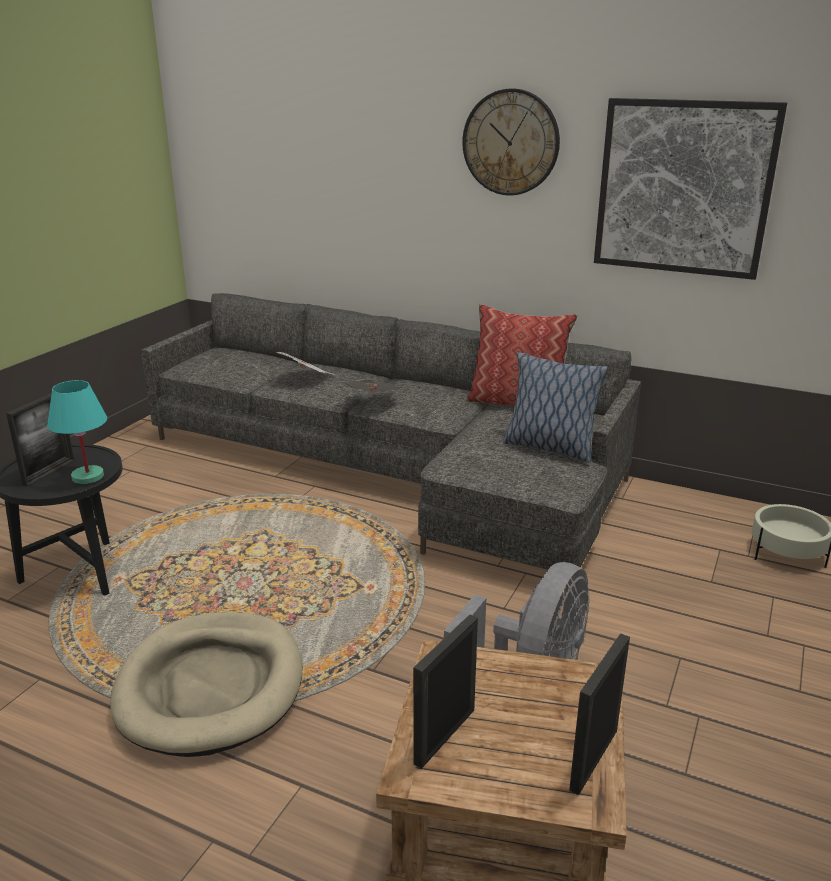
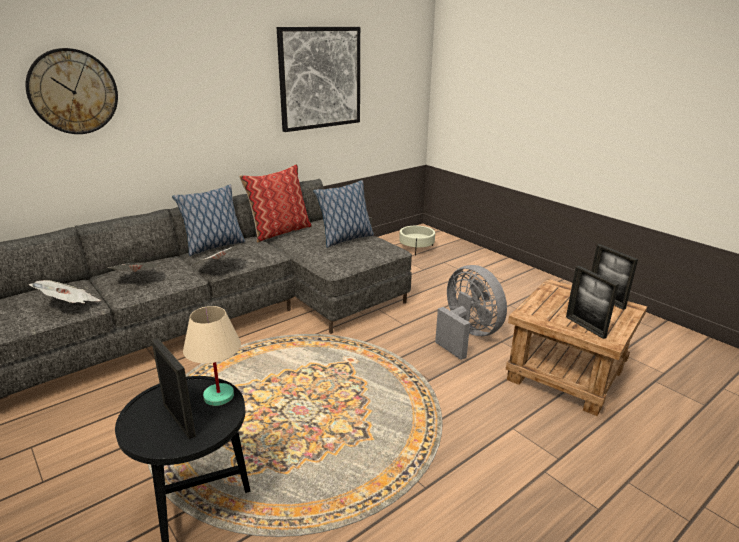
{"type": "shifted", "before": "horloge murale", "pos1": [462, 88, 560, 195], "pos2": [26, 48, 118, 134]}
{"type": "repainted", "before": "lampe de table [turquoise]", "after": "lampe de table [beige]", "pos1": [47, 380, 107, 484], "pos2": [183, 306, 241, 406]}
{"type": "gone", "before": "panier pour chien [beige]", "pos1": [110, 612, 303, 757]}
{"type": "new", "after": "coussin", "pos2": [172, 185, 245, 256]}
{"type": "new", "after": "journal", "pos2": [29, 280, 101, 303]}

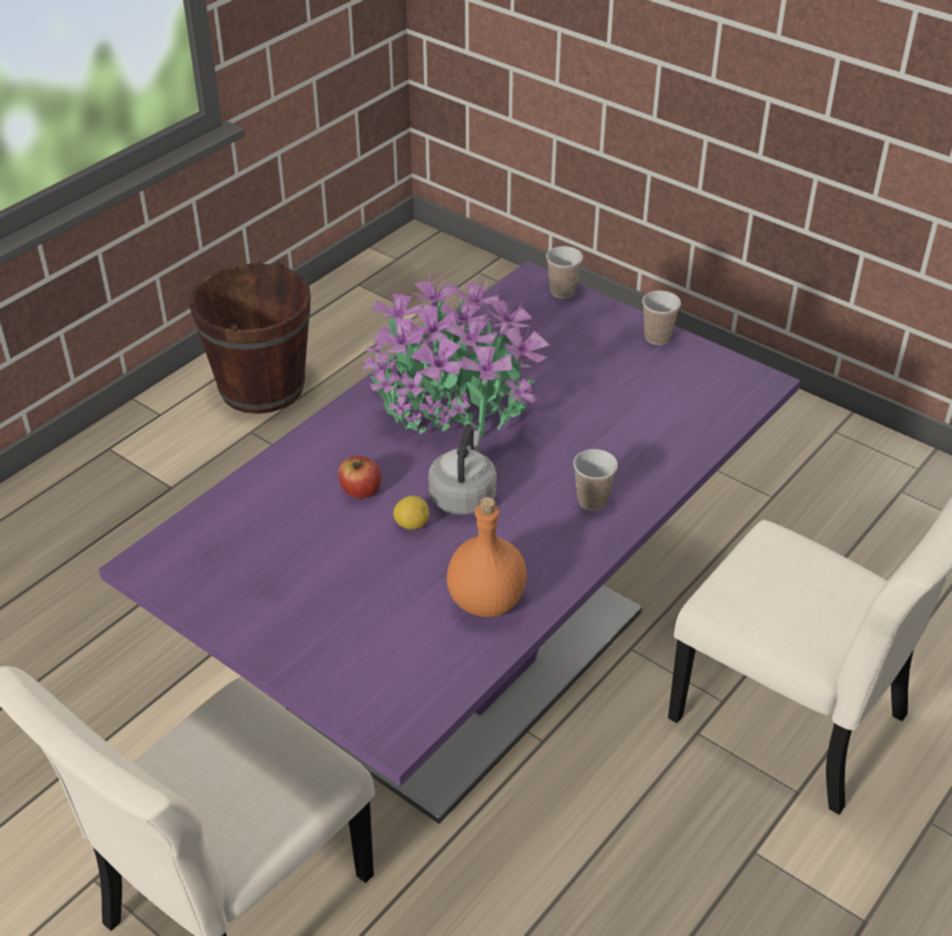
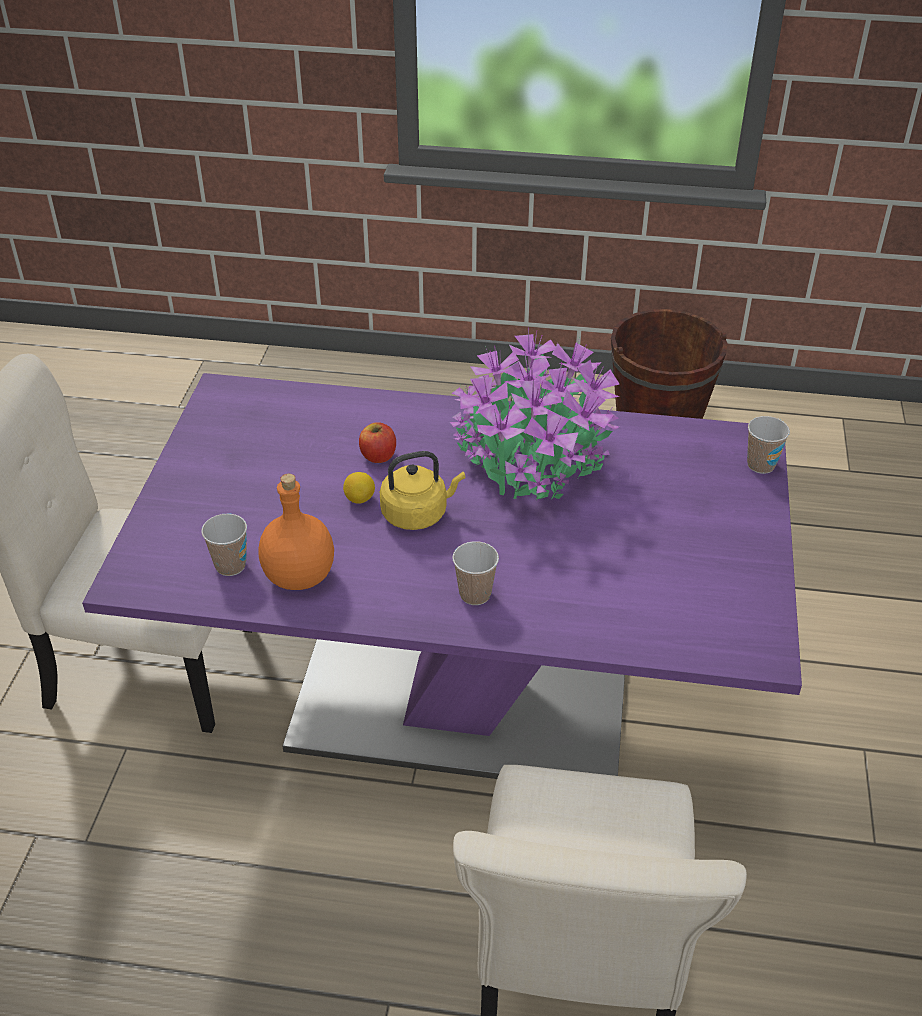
{"type": "shifted", "before": "tasse", "pos1": [642, 291, 681, 345], "pos2": [201, 514, 247, 576]}
{"type": "repainted", "before": "bouilloire [gris]", "after": "bouilloire [jaune]", "pos1": [428, 426, 497, 515], "pos2": [380, 451, 465, 530]}

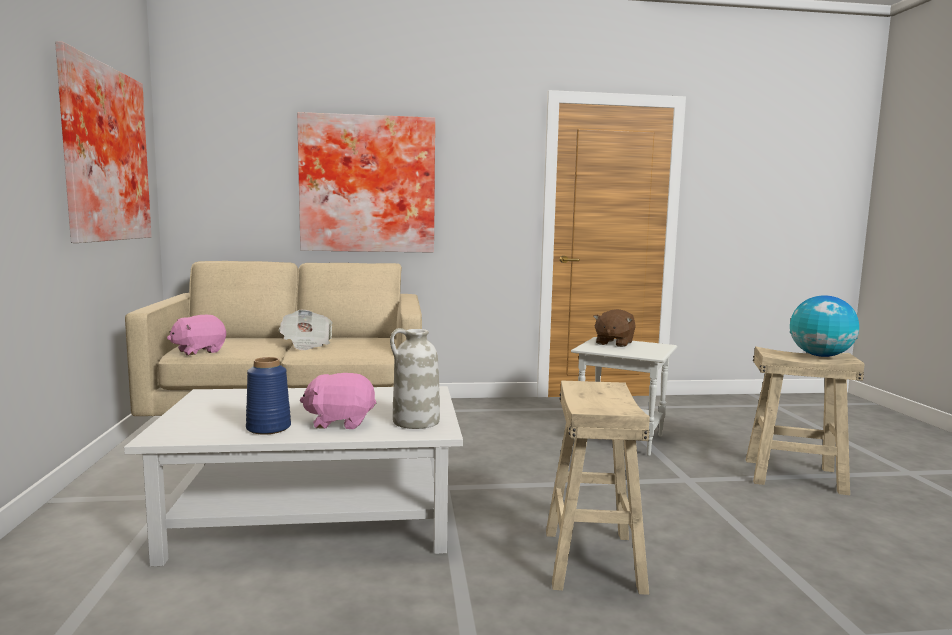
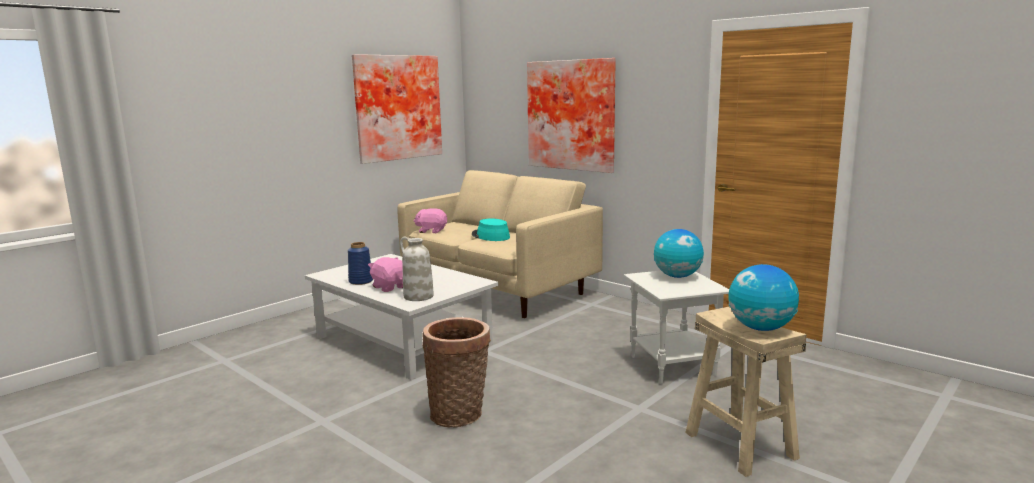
{"type": "swapped", "before": "peluche [marron]", "after": "globe", "pos1": [593, 309, 636, 347], "pos2": [654, 229, 704, 278]}
{"type": "swapped", "before": "journal", "after": "chapeau [turquoise]", "pos1": [278, 310, 333, 350], "pos2": [472, 218, 510, 241]}
{"type": "swapped", "before": "tabouret [beige]", "after": "panier", "pos1": [546, 381, 650, 595], "pos2": [422, 317, 491, 428]}

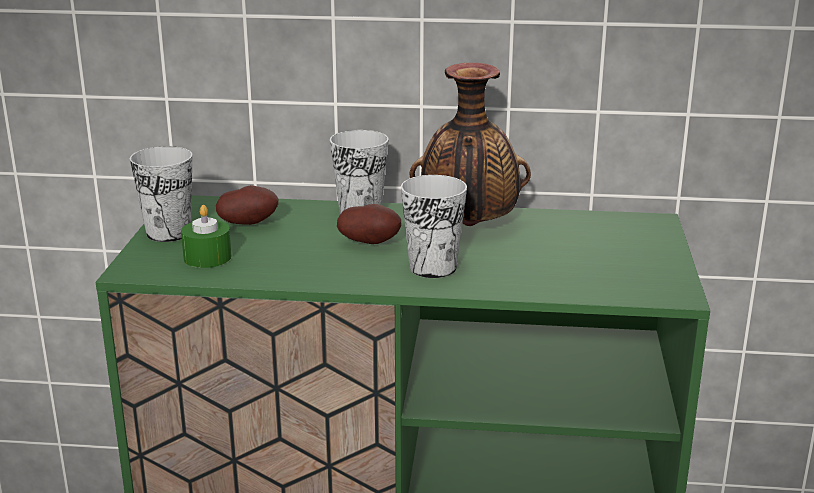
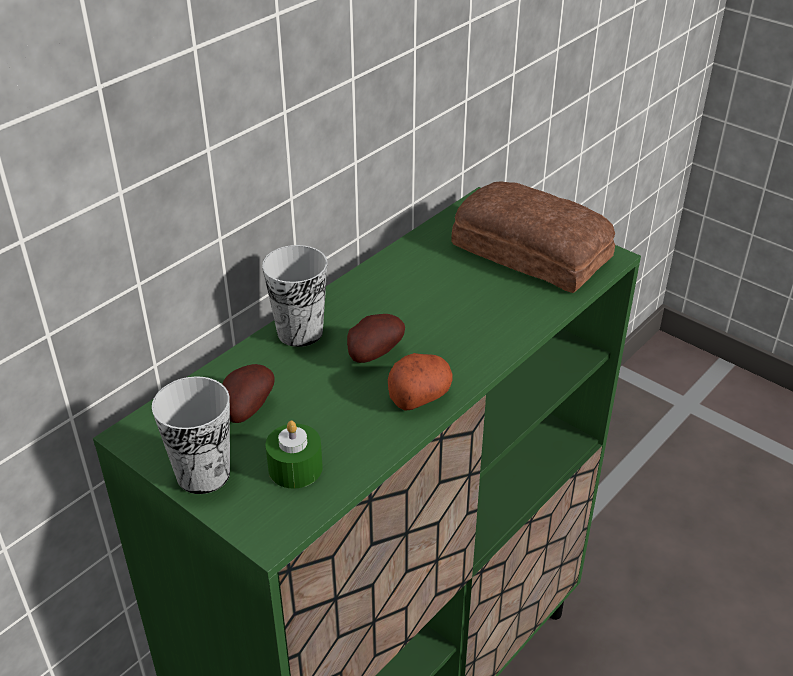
{"type": "gone", "before": "vase", "pos1": [410, 63, 531, 226]}
{"type": "gone", "before": "tasse", "pos1": [401, 175, 467, 278]}
{"type": "new", "after": "pain", "pos2": [451, 181, 615, 293]}
{"type": "new", "after": "pomme de terre", "pos2": [388, 353, 453, 411]}

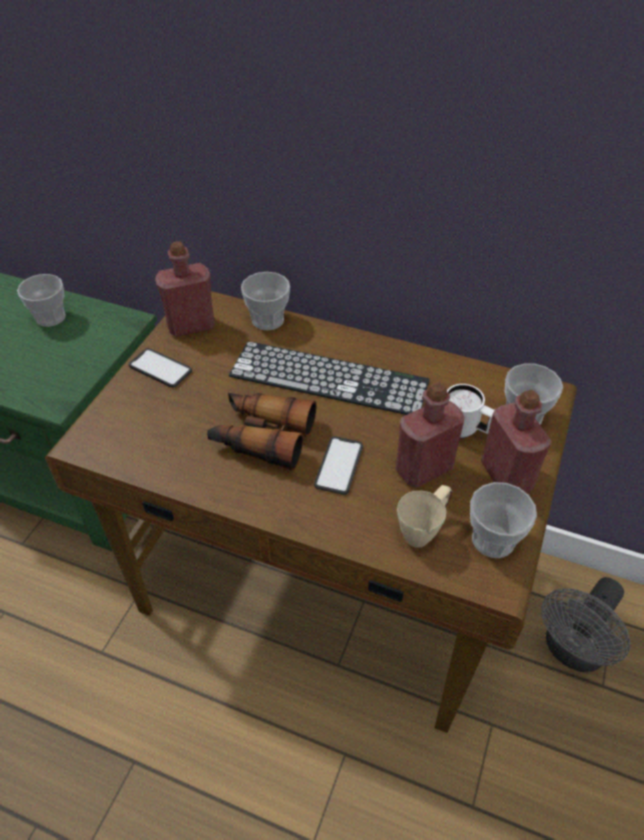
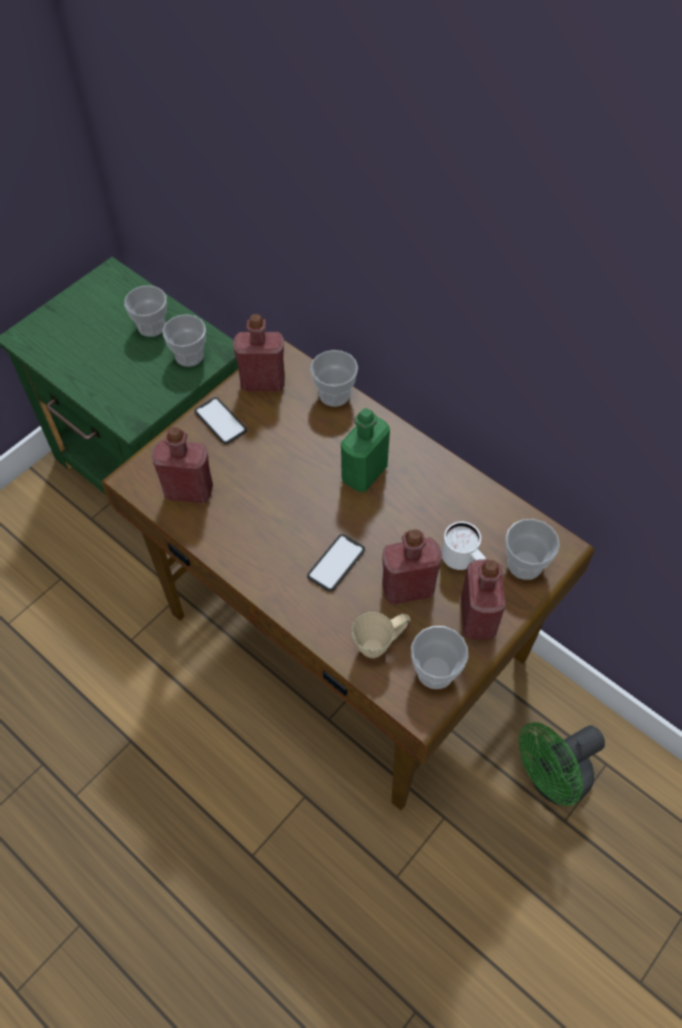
{"type": "swapped", "before": "clavier", "after": "bouteille [vert]", "pos1": [229, 341, 429, 415], "pos2": [341, 408, 390, 492]}
{"type": "gone", "before": "jumelles", "pos1": [207, 393, 316, 471]}
{"type": "repainted", "before": "ventilateur [gris]", "after": "ventilateur [vert]", "pos1": [541, 577, 630, 672], "pos2": [519, 722, 605, 806]}
{"type": "new", "after": "tasse", "pos2": [163, 314, 206, 367]}
{"type": "new", "after": "bouteille [rouge]", "pos2": [152, 427, 213, 504]}

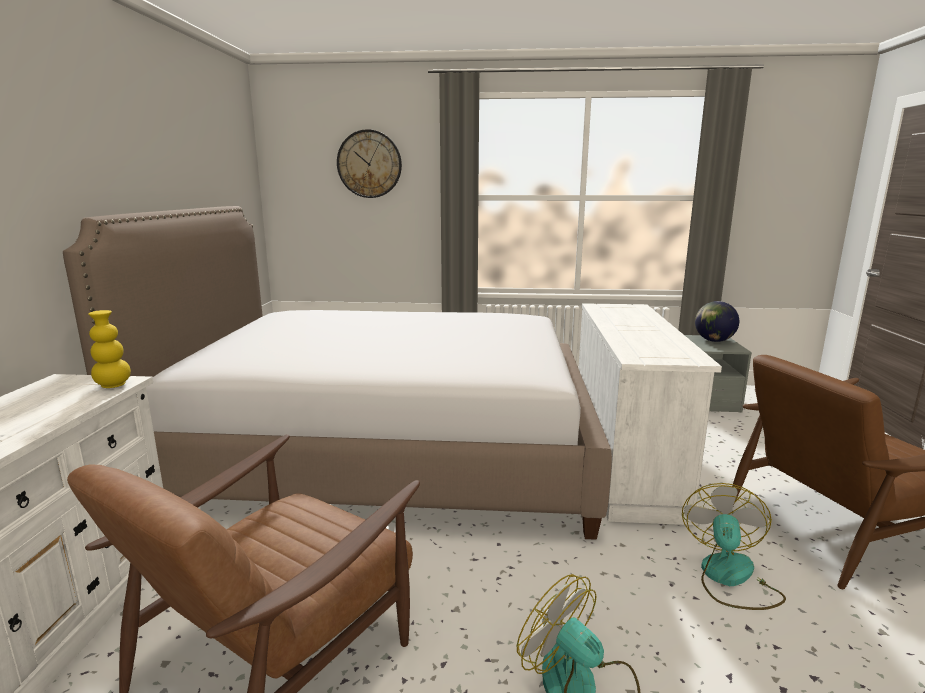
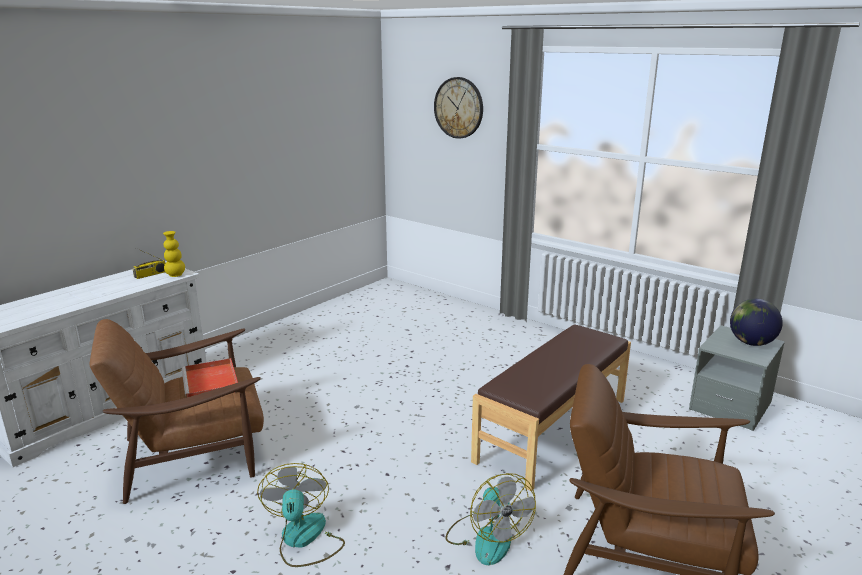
{"type": "gone", "before": "lit", "pos1": [63, 206, 612, 540]}
{"type": "swapped", "before": "commode [blanc]", "after": "banc [marron]", "pos1": [578, 303, 722, 525], "pos2": [471, 324, 631, 491]}
{"type": "rotated", "before": "ventilateur", "pos1": [682, 483, 786, 610], "pos2": [446, 473, 536, 565], "turn": 105}
{"type": "new", "after": "radio", "pos2": [132, 248, 165, 279]}
{"type": "new", "after": "plateau [rouge]", "pos2": [182, 358, 238, 397]}

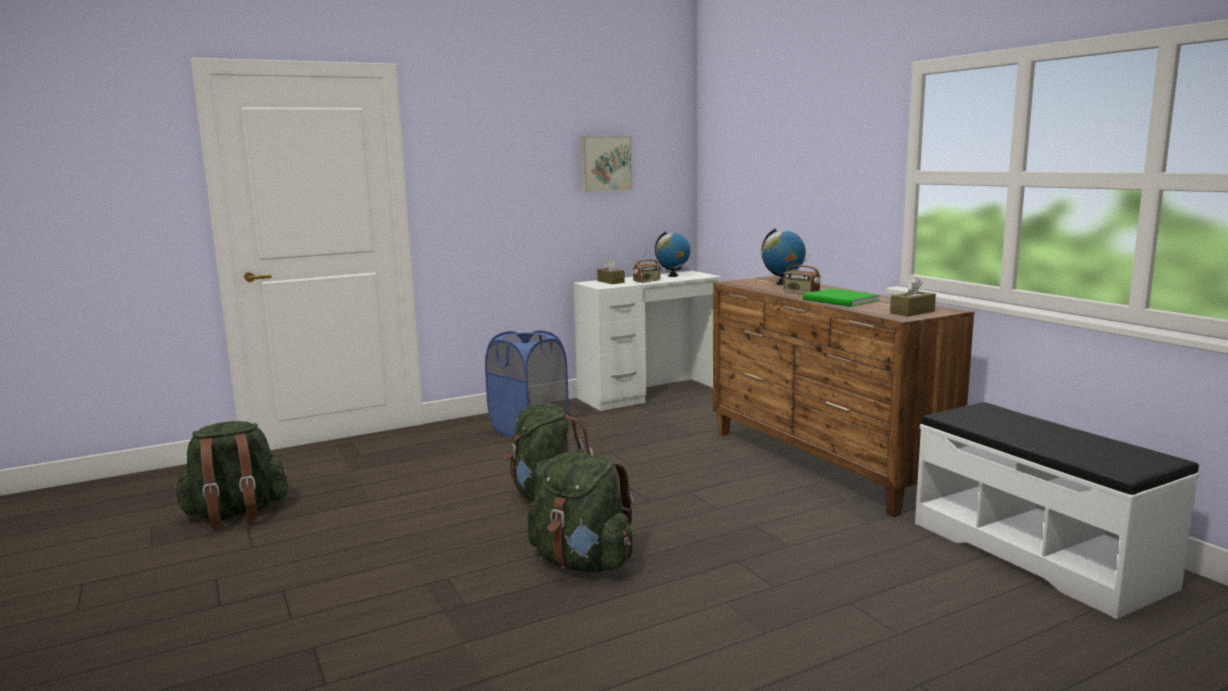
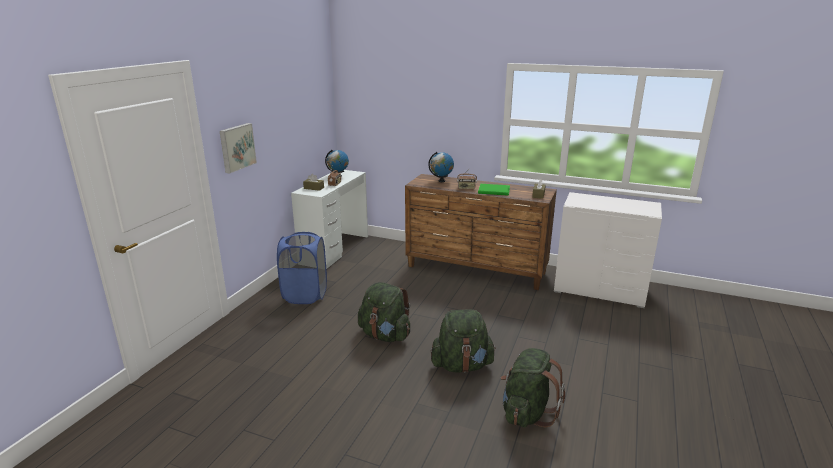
{"type": "shifted", "before": "tableau", "pos1": [580, 136, 632, 192], "pos2": [220, 123, 257, 173]}
{"type": "swapped", "before": "banc [blanc]", "after": "commode [blanc]", "pos1": [915, 402, 1199, 619], "pos2": [554, 192, 662, 308]}
{"type": "shifted", "before": "sac à dos [vert]", "pos1": [173, 421, 288, 527], "pos2": [501, 348, 565, 428]}

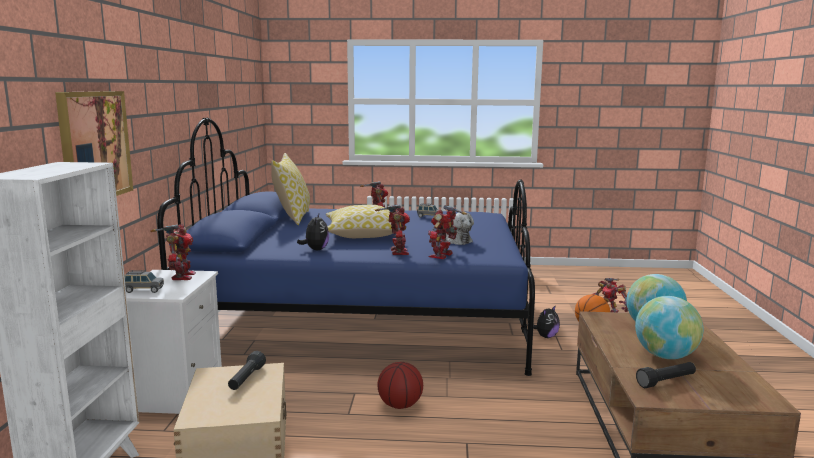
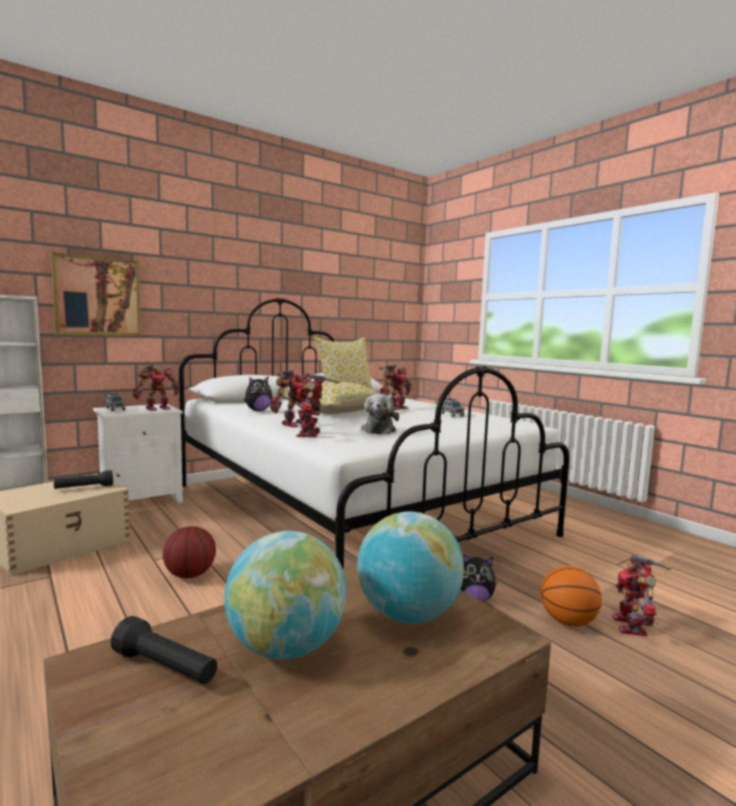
{"type": "repainted", "before": "lit [bleu]", "after": "lit [blanc]", "pos1": [157, 117, 535, 376], "pos2": [179, 298, 570, 569]}
{"type": "rotated", "before": "robot jouet", "pos1": [428, 205, 467, 259], "pos2": [296, 374, 340, 437], "turn": -75}

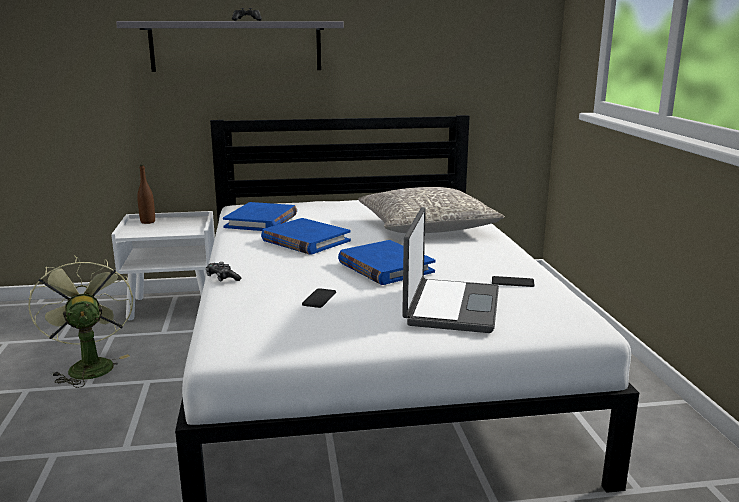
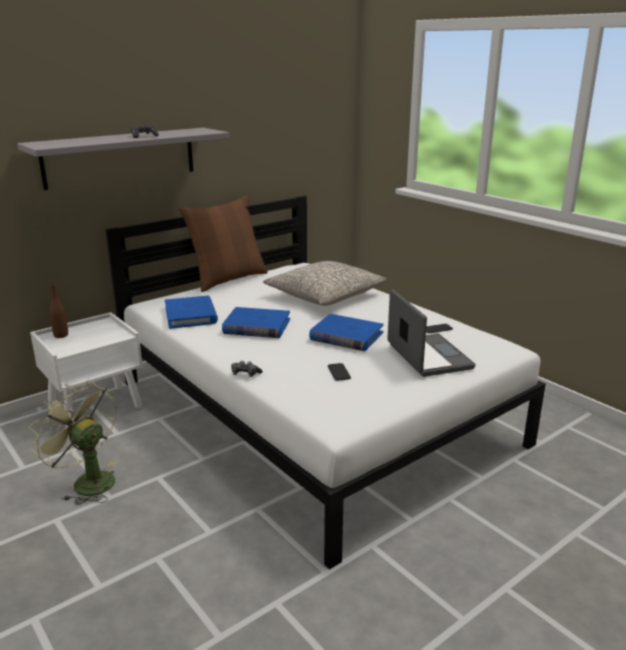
{"type": "new", "after": "coussin [marron]", "pos2": [179, 195, 268, 292]}

